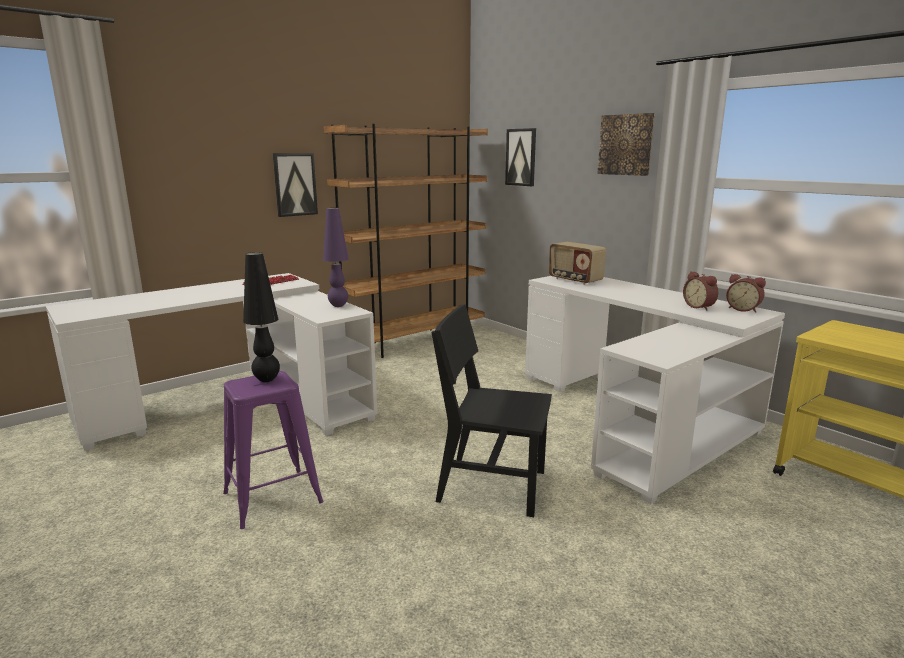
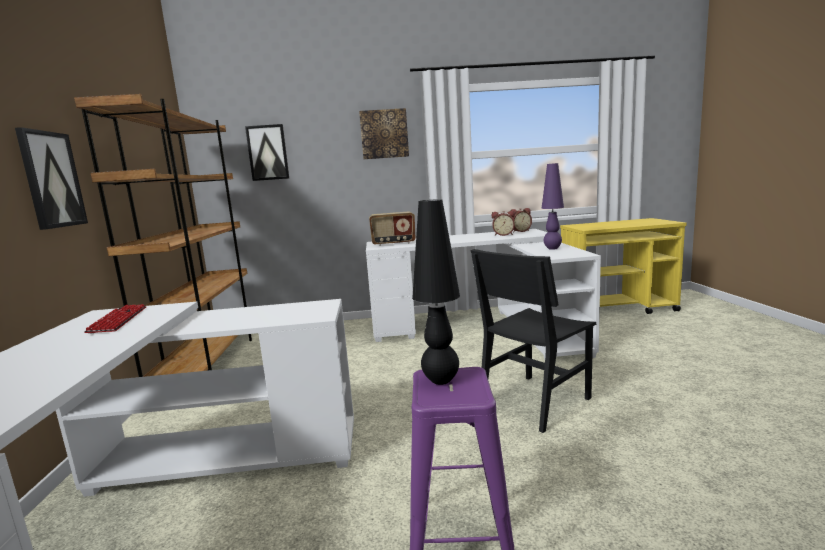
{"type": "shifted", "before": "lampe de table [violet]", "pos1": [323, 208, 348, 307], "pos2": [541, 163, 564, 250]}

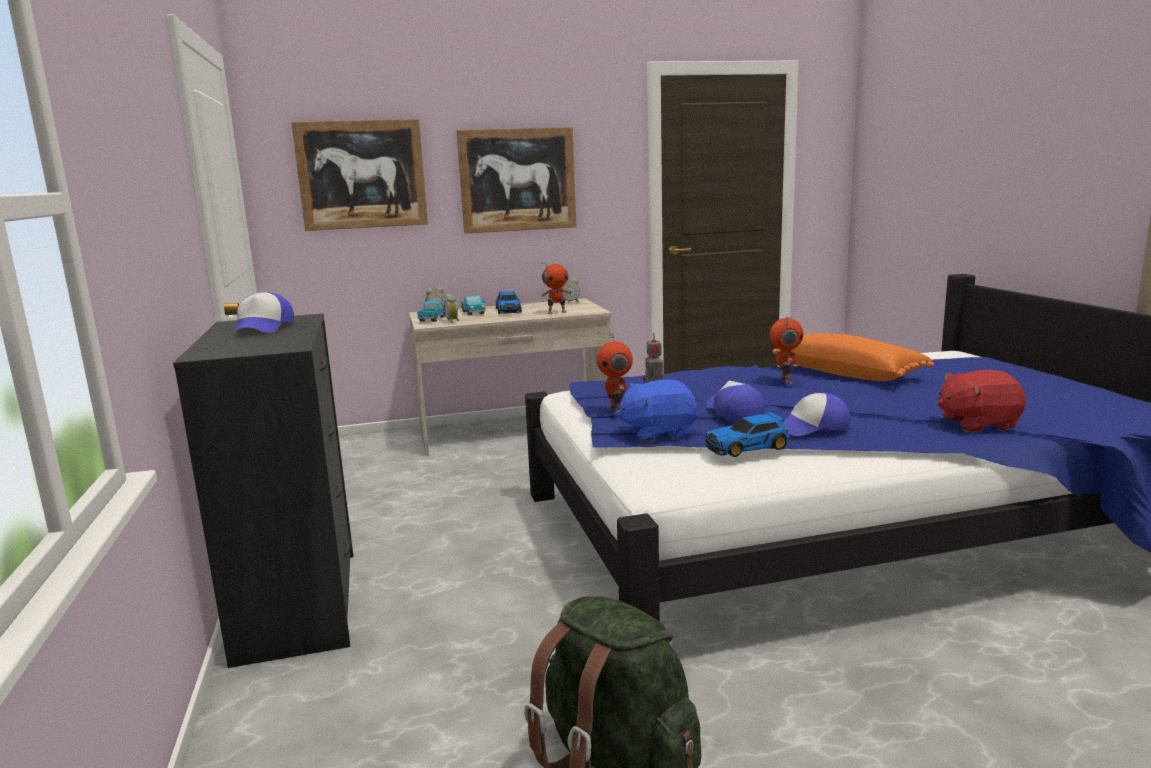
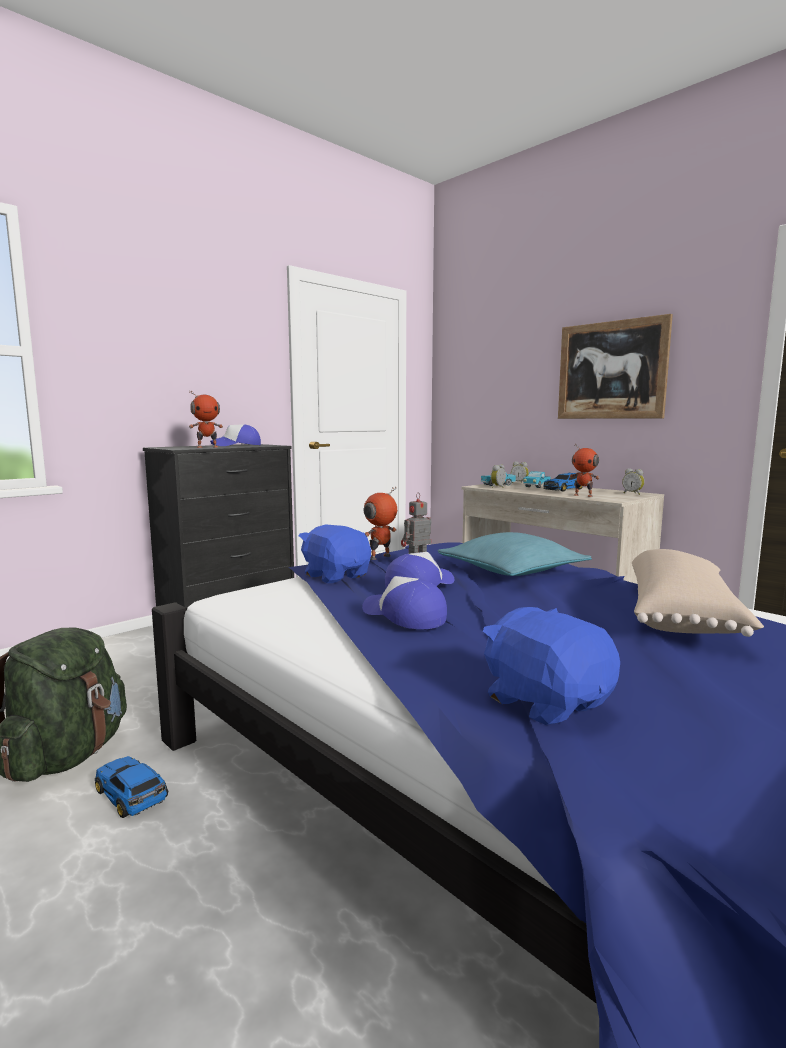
{"type": "gone", "before": "tableau", "pos1": [291, 119, 428, 231]}
{"type": "shifted", "before": "robot jouet", "pos1": [770, 316, 804, 384], "pos2": [189, 390, 223, 448]}
{"type": "repainted", "before": "coussin [orange]", "after": "coussin [beige]", "pos1": [773, 333, 934, 381], "pos2": [632, 549, 764, 637]}
{"type": "repainted", "before": "peluche [rouge]", "after": "peluche [bleu]", "pos1": [937, 370, 1026, 432], "pos2": [483, 607, 620, 725]}
{"type": "shifted", "before": "petite voiture", "pos1": [705, 412, 790, 457], "pos2": [95, 756, 168, 818]}
{"type": "new", "after": "coussin [turquoise]", "pos2": [438, 532, 592, 576]}

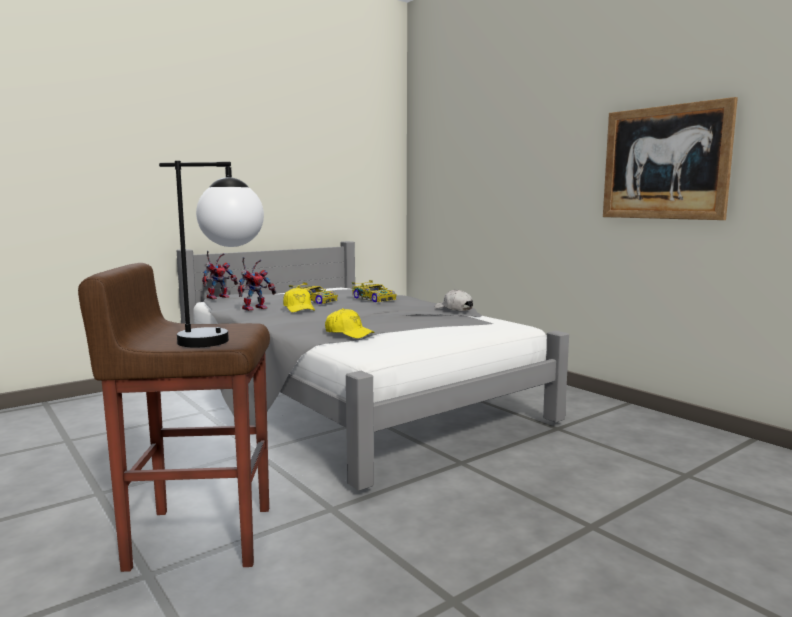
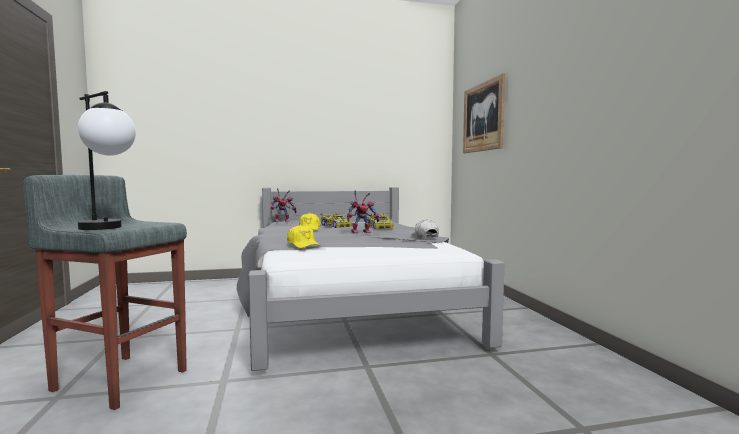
{"type": "shifted", "before": "tableau", "pos1": [603, 97, 738, 220], "pos2": [463, 73, 505, 153]}
{"type": "shifted", "before": "robot jouet", "pos1": [238, 257, 276, 311], "pos2": [347, 190, 380, 234]}
{"type": "repainted", "before": "tabouret [marron]", "after": "tabouret [gris]", "pos1": [78, 263, 270, 572], "pos2": [22, 175, 187, 410]}

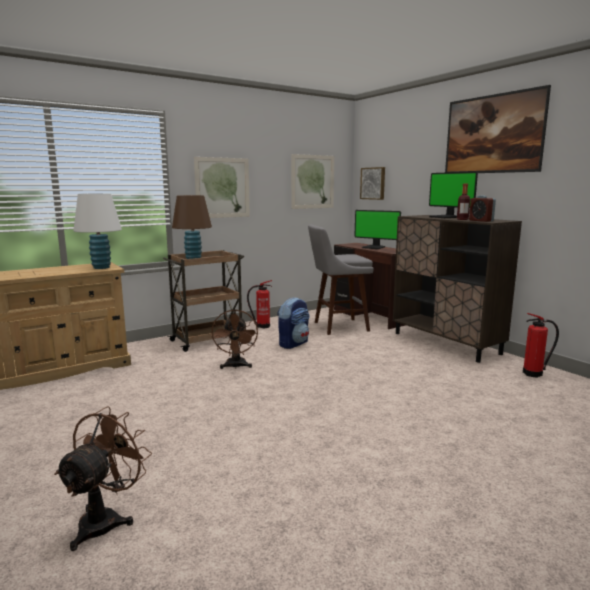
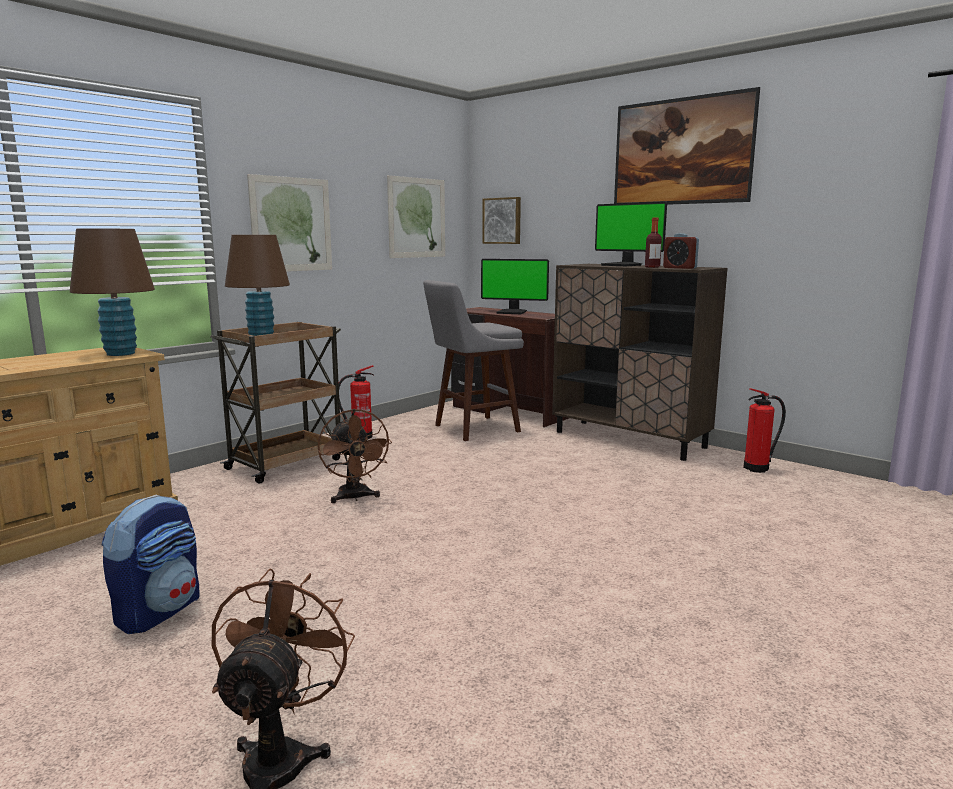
{"type": "repainted", "before": "lampe de table [blanc]", "after": "lampe de table [marron]", "pos1": [73, 193, 122, 269], "pos2": [70, 229, 155, 356]}
{"type": "shifted", "before": "sac à dos", "pos1": [277, 297, 310, 349], "pos2": [102, 494, 200, 634]}

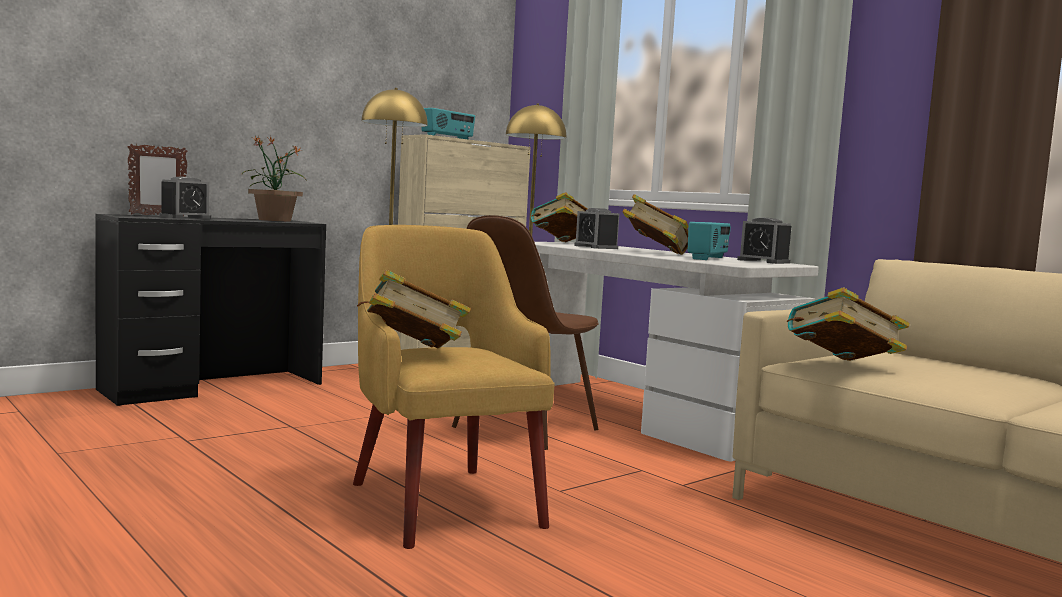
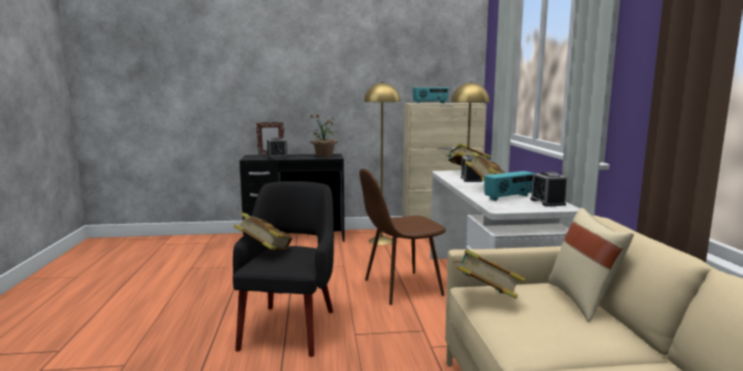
{"type": "repainted", "before": "fauteuil [jaune]", "after": "fauteuil [noir]", "pos1": [353, 225, 555, 549], "pos2": [233, 181, 334, 357]}
{"type": "new", "after": "coussin [beige]", "pos2": [548, 208, 634, 322]}

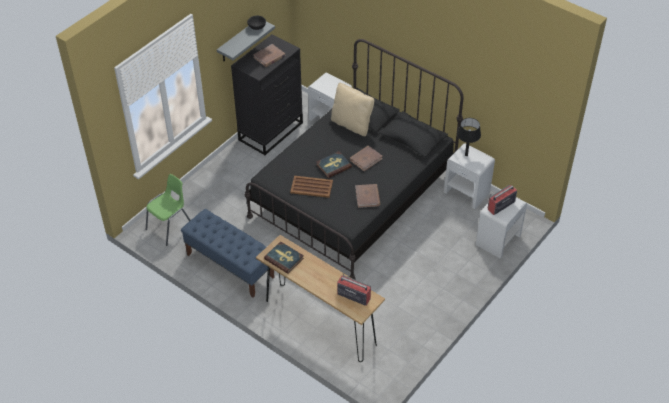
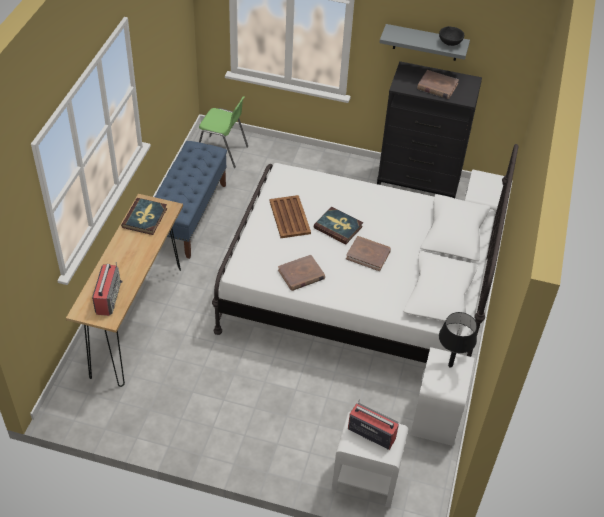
{"type": "repainted", "before": "lit [noir]", "after": "lit [blanc]", "pos1": [245, 39, 464, 279], "pos2": [212, 144, 518, 363]}
{"type": "gone", "before": "coussin [beige]", "pos1": [331, 83, 374, 136]}

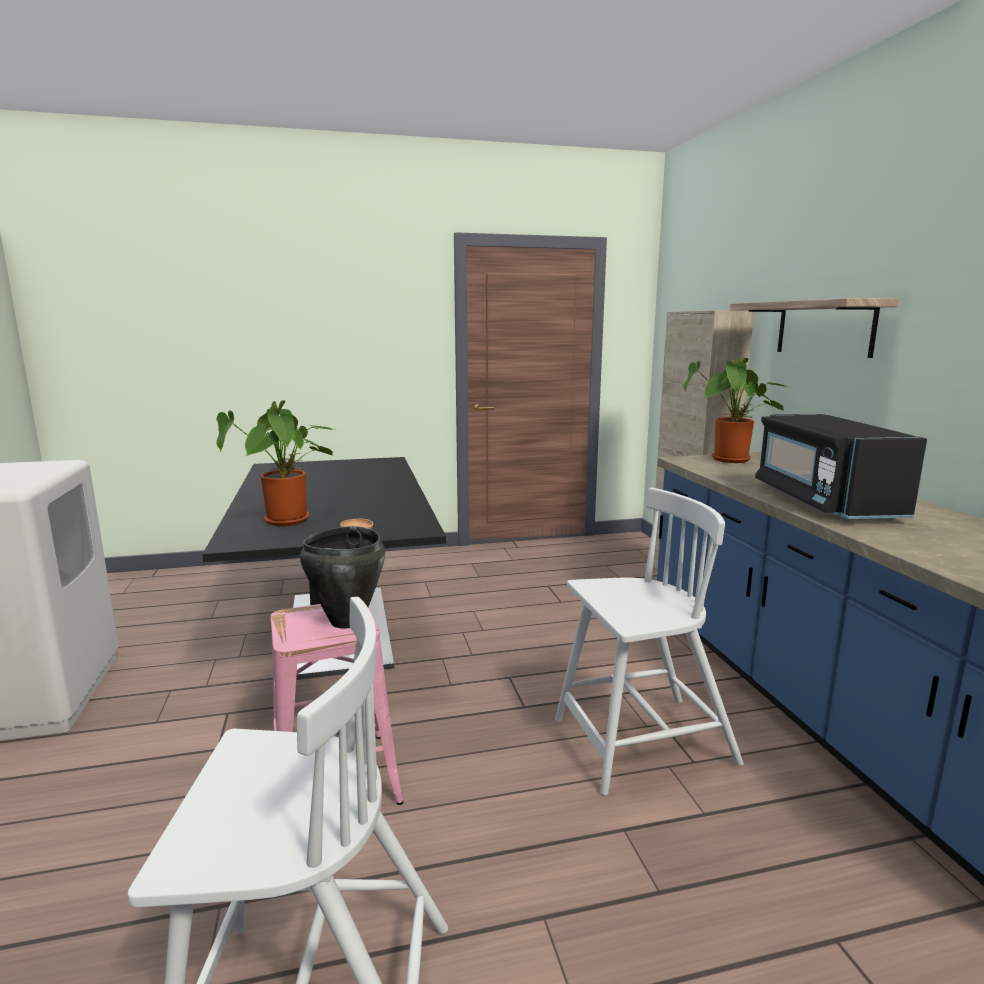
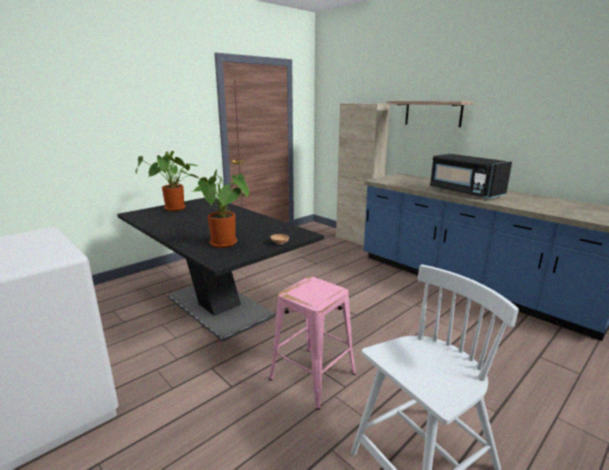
{"type": "shifted", "before": "plante en pot", "pos1": [683, 357, 791, 463], "pos2": [135, 151, 199, 211]}
{"type": "gone", "before": "chaise [blanc]", "pos1": [555, 488, 744, 795]}
{"type": "gone", "before": "marmite [noir]", "pos1": [300, 526, 385, 629]}

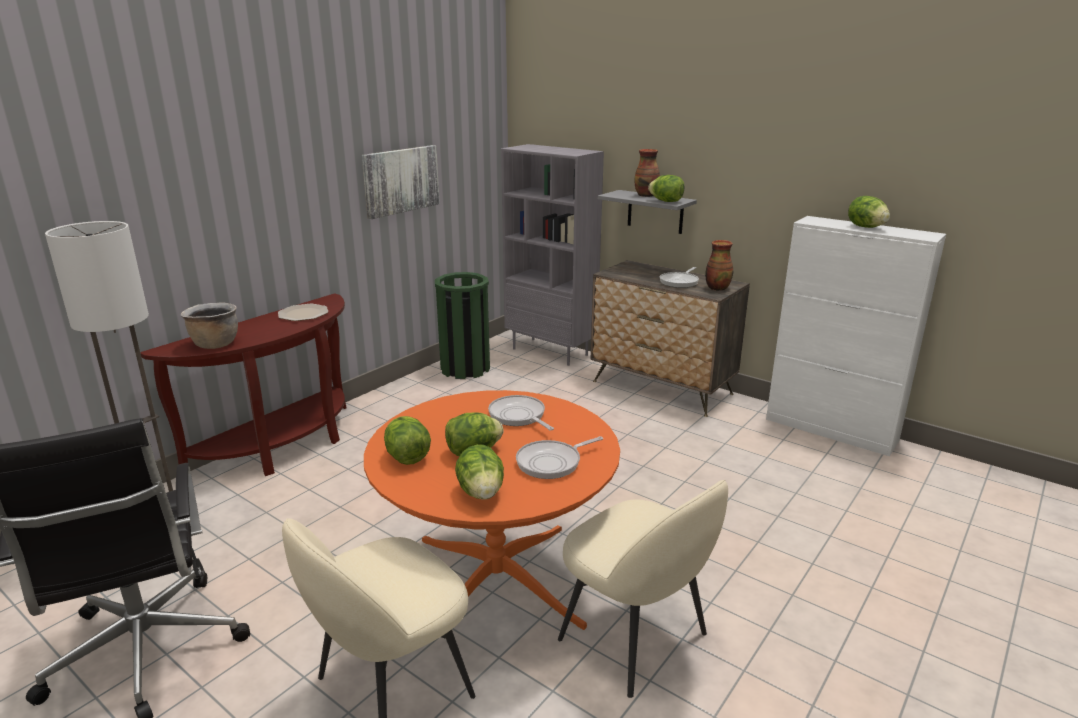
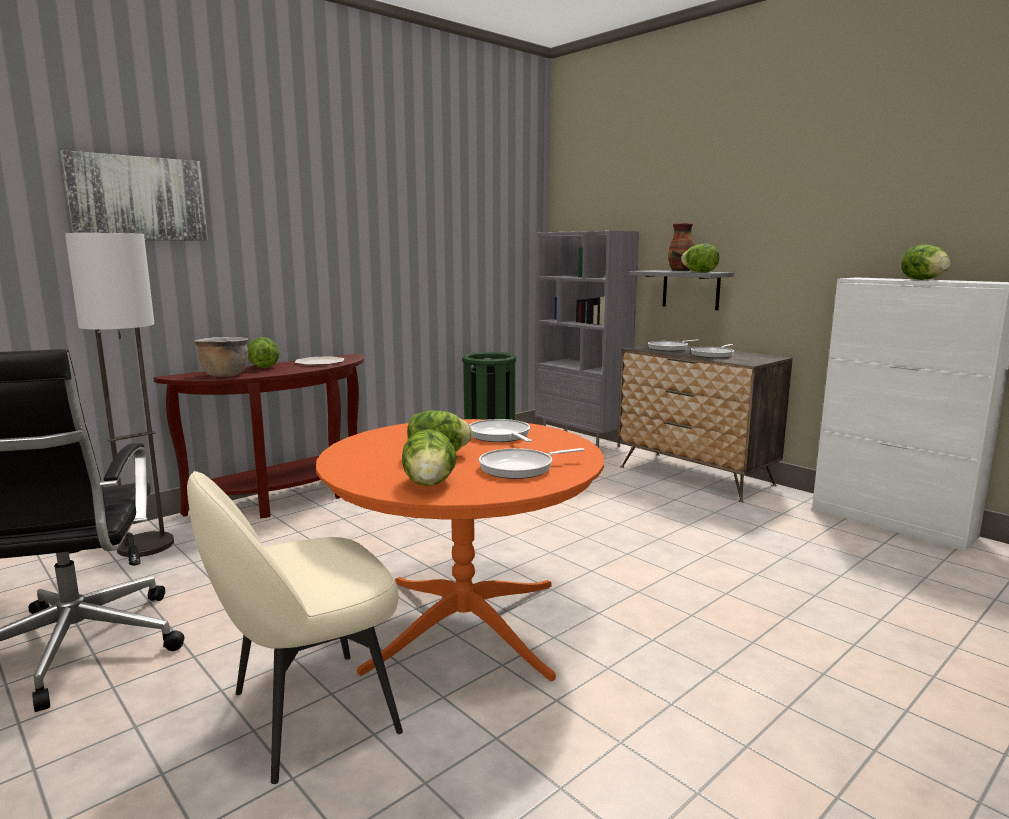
{"type": "shifted", "before": "tableau", "pos1": [362, 145, 440, 219], "pos2": [60, 150, 208, 241]}
{"type": "gone", "before": "vase", "pos1": [705, 240, 733, 291]}
{"type": "shifted", "before": "laitue", "pos1": [384, 416, 431, 465], "pos2": [247, 337, 280, 368]}
{"type": "gone", "before": "chaise [beige]", "pos1": [558, 480, 728, 698]}
{"type": "new", "after": "poêle", "pos2": [648, 340, 699, 351]}

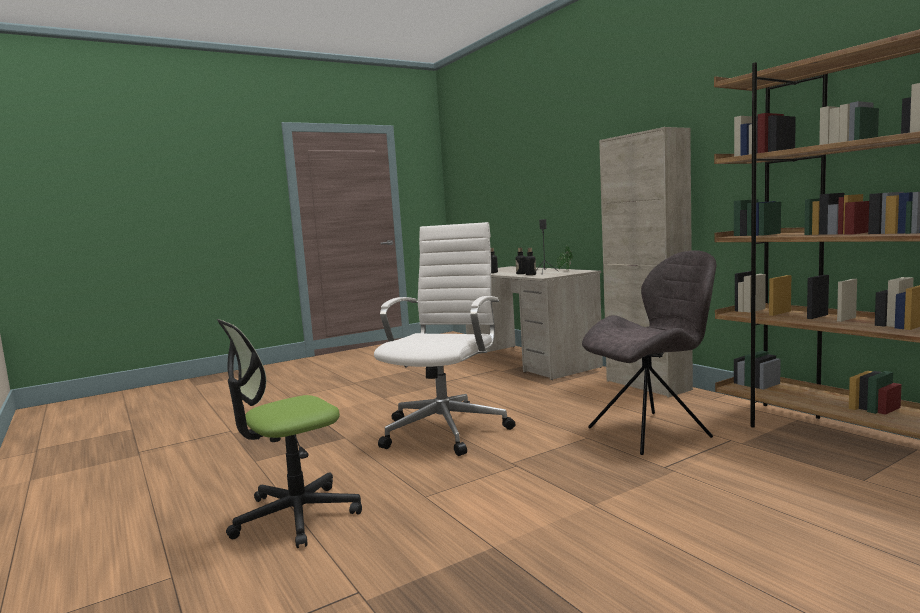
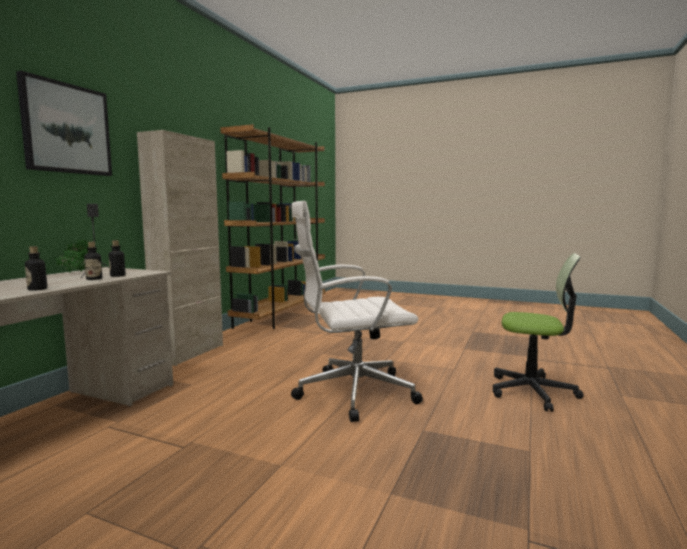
{"type": "gone", "before": "chaise [gris]", "pos1": [582, 250, 716, 455]}
{"type": "new", "after": "tableau", "pos2": [16, 71, 112, 176]}

